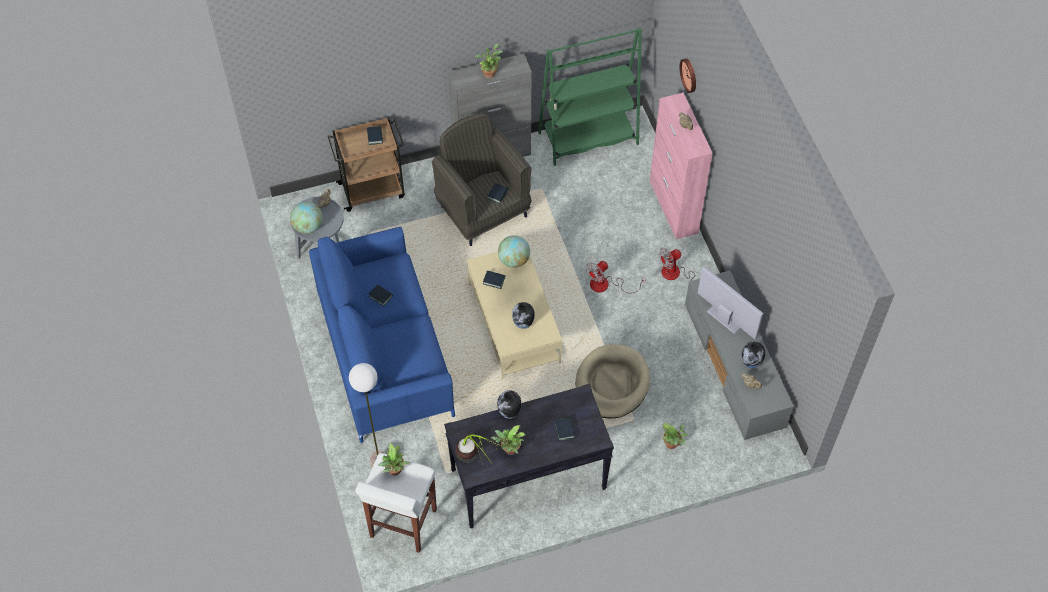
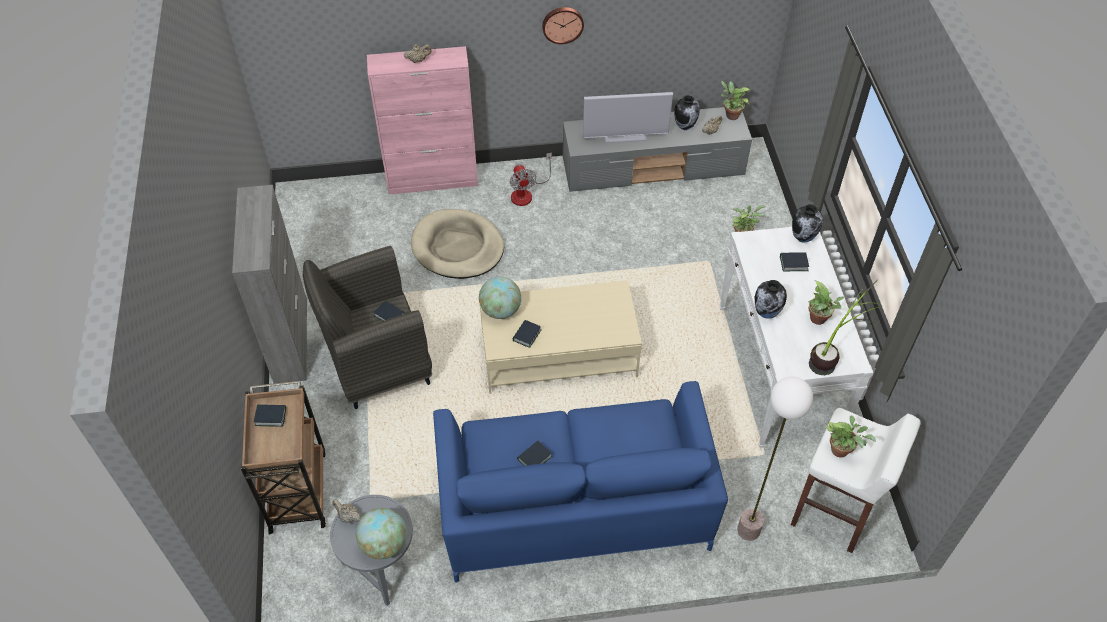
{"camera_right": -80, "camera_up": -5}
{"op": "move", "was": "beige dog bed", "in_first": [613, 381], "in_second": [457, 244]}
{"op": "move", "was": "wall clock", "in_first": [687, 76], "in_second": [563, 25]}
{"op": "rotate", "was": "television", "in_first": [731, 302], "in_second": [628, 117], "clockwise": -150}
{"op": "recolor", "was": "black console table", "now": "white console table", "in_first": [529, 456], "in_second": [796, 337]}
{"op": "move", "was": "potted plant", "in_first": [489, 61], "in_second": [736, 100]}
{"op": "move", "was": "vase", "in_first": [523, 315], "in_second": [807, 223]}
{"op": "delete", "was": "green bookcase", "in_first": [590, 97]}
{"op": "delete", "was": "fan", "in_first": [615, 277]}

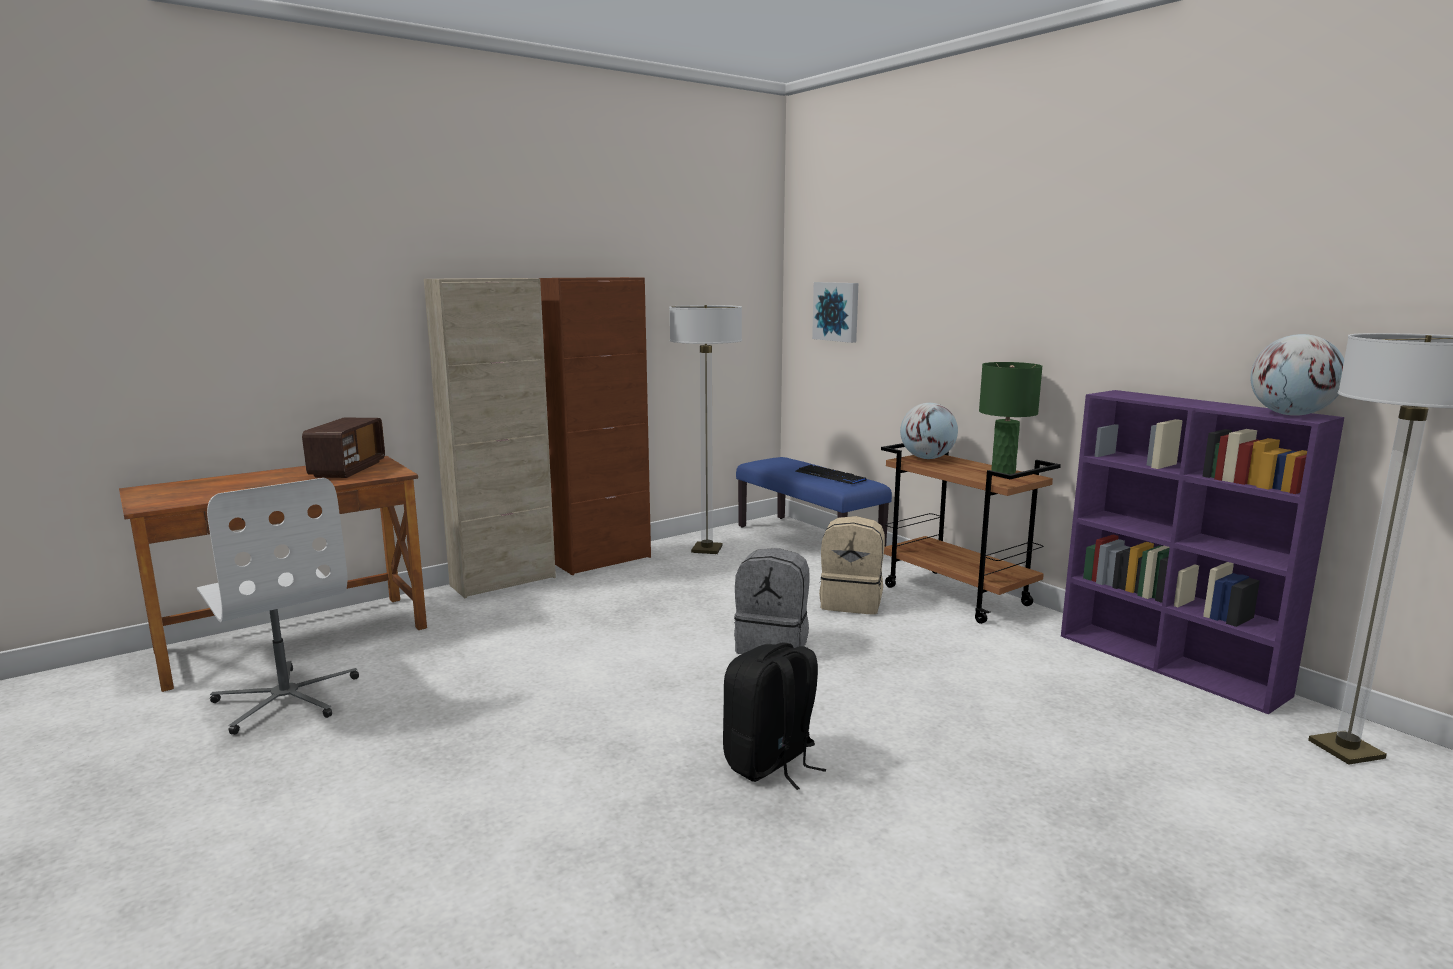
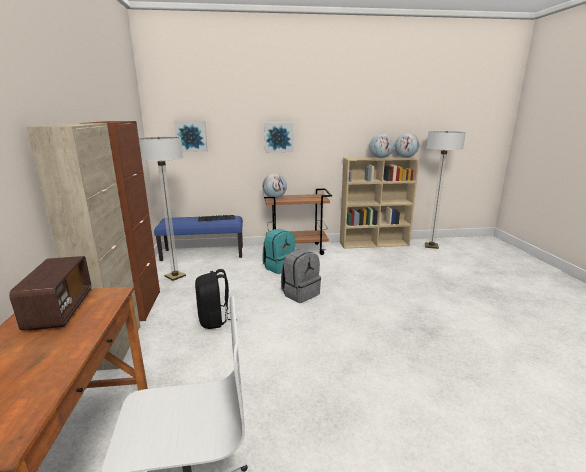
{"camera_right": -60, "camera_up": 5}
{"op": "rotate", "was": "radio", "in_first": [343, 447], "in_second": [50, 293], "clockwise": 45}
{"op": "move", "was": "black backpack", "in_first": [774, 716], "in_second": [216, 299]}
{"op": "recolor", "was": "beige backpack", "now": "turquoise backpack", "in_first": [852, 565], "in_second": [279, 251]}
{"op": "insert", "now": "picture", "in_second": [278, 137]}
{"op": "recolor", "was": "purple bookcase", "now": "beige bookcase", "in_first": [1202, 552], "in_second": [379, 203]}
{"op": "insert", "now": "globe", "in_second": [381, 145]}
{"op": "delete", "was": "green table lamp", "in_first": [1011, 418]}

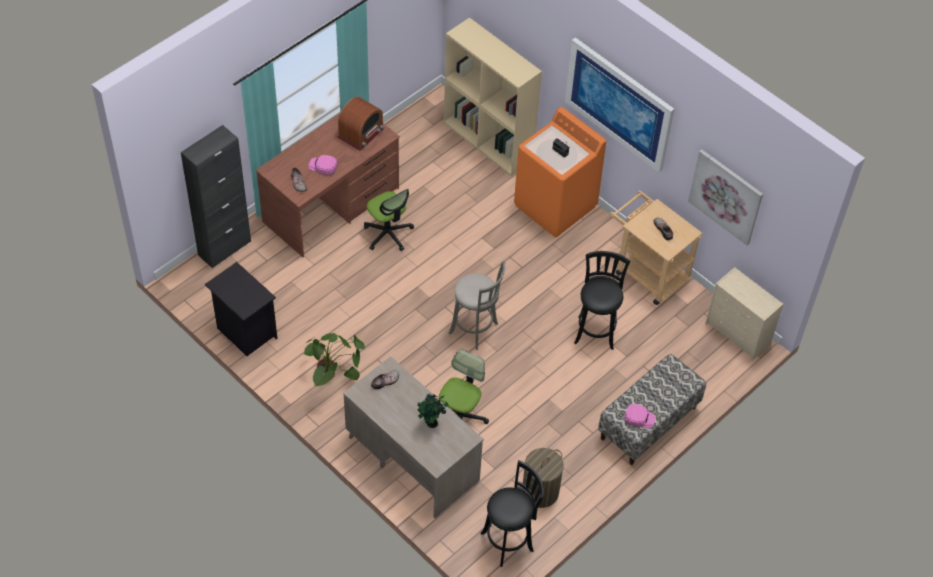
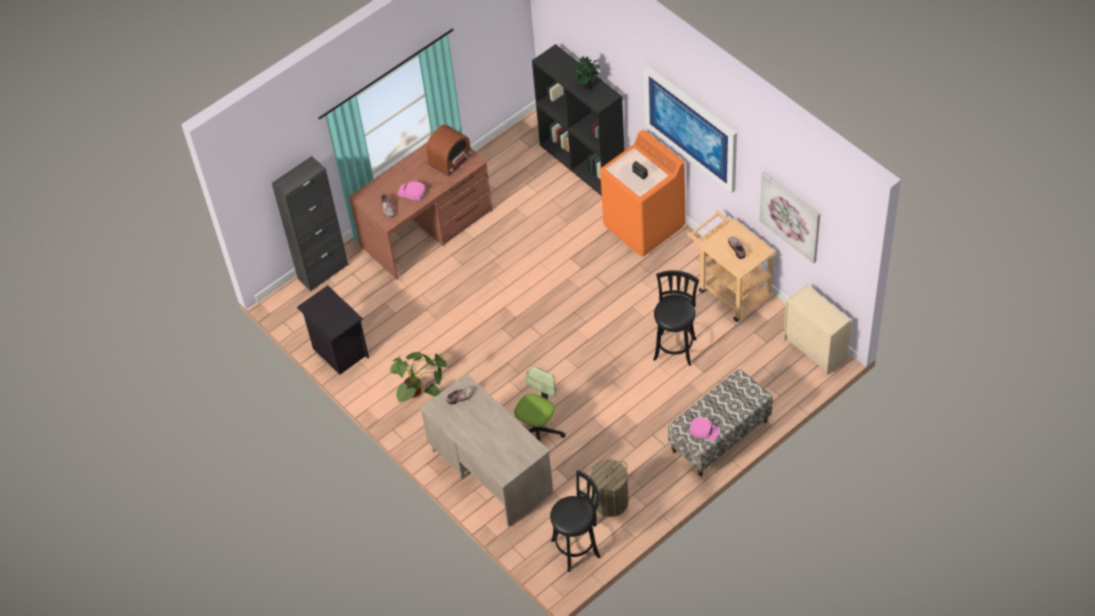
{"camera_right": 10, "camera_up": 0}
{"op": "recolor", "was": "beige bookcase", "now": "black bookcase", "in_first": [493, 96], "in_second": [578, 120]}
{"op": "move", "was": "potted plant", "in_first": [433, 411], "in_second": [587, 73]}
{"op": "delete", "was": "office chair", "in_first": [389, 220]}
{"op": "delete", "was": "grey stool", "in_first": [477, 305]}

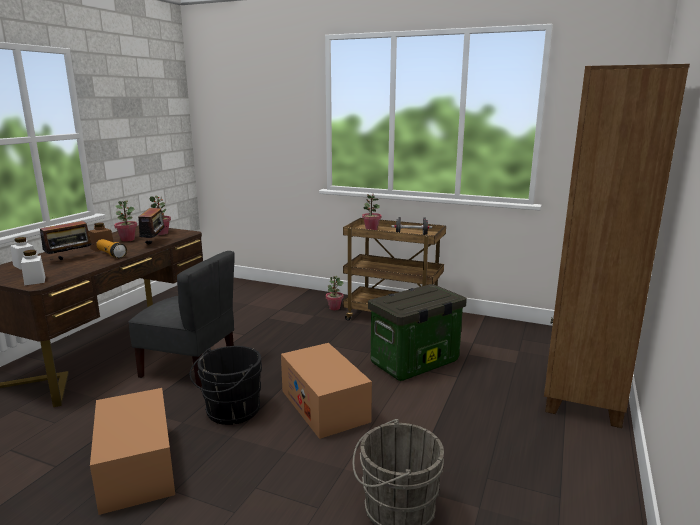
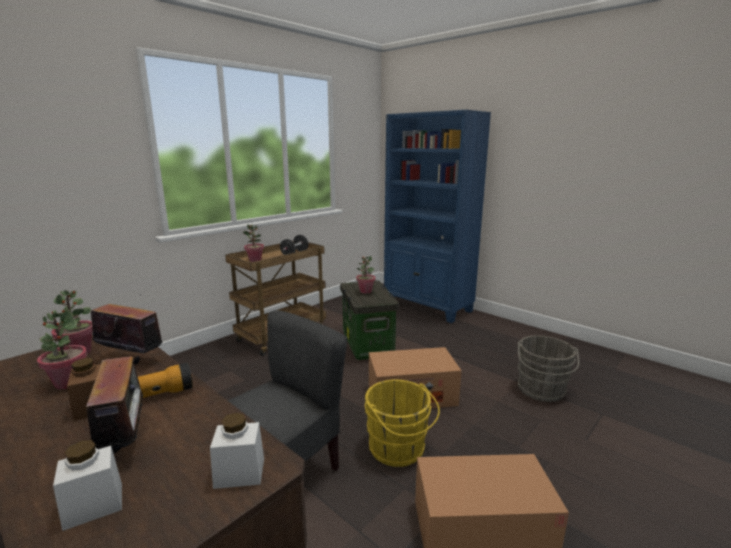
{"camera_right": -70, "camera_up": 0}
{"op": "move", "was": "potted plant", "in_first": [334, 293], "in_second": [365, 275]}
{"op": "recolor", "was": "black bucket", "now": "yellow bucket", "in_first": [225, 385], "in_second": [402, 423]}
{"op": "recolor", "was": "brown bookcase", "now": "blue bookcase", "in_first": [617, 246], "in_second": [437, 216]}

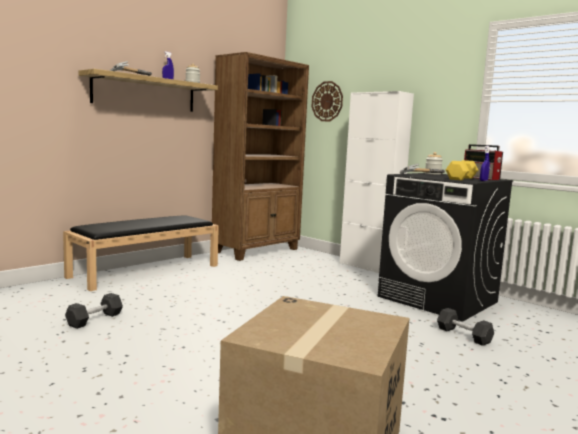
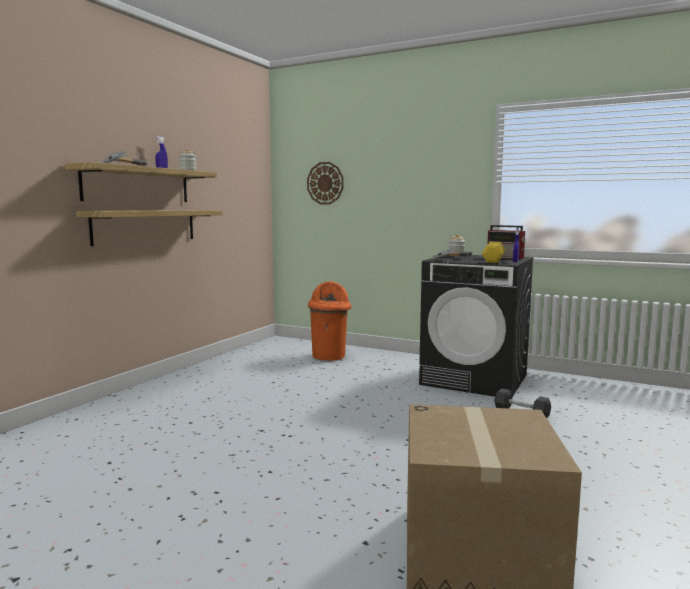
{"camera_right": -15, "camera_up": 0}
{"op": "insert", "now": "shelf", "in_second": [149, 228]}
{"op": "insert", "now": "orange trash can", "in_second": [330, 321]}
{"op": "delete", "was": "black bench", "in_first": [141, 253]}
{"op": "delete", "was": "grey dumbbell", "in_first": [94, 311]}
{"op": "delete", "was": "brown bookcase", "in_first": [260, 156]}
{"op": "delete", "was": "white cabinet", "in_first": [377, 182]}

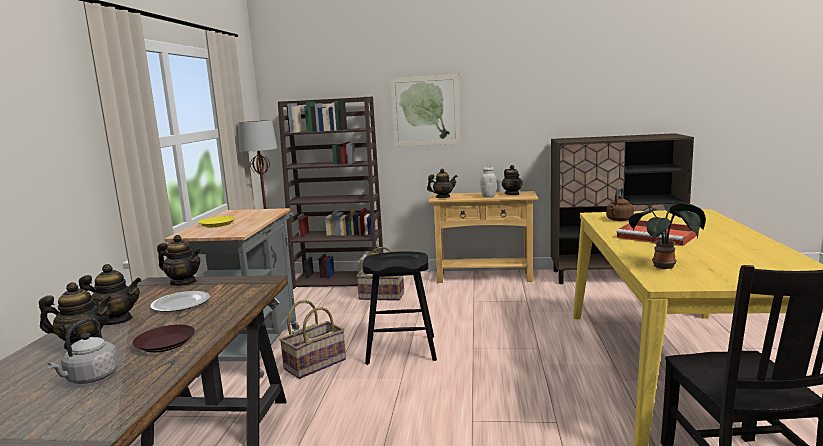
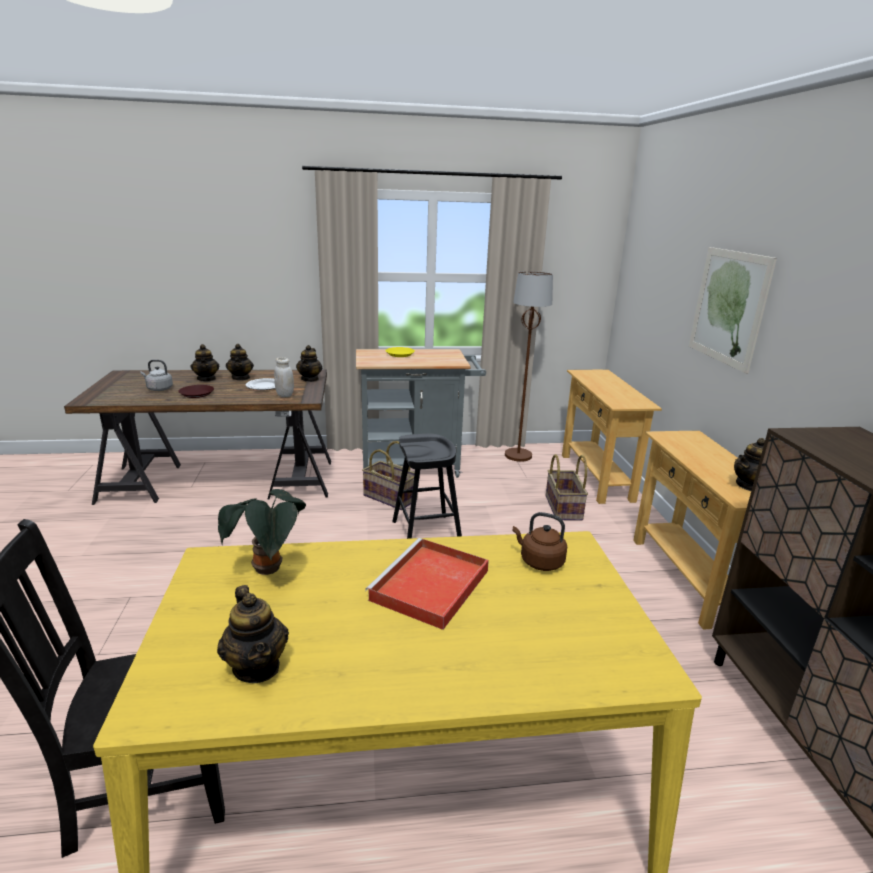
{"camera_right": 75, "camera_up": 10}
{"op": "move", "was": "teapot", "in_first": [442, 183], "in_second": [253, 634]}
{"op": "move", "was": "white jar", "in_first": [489, 182], "in_second": [284, 377]}
{"op": "replace", "was": "brown bookcase", "now": "beige console table", "in_first": [330, 193], "in_second": [612, 436]}

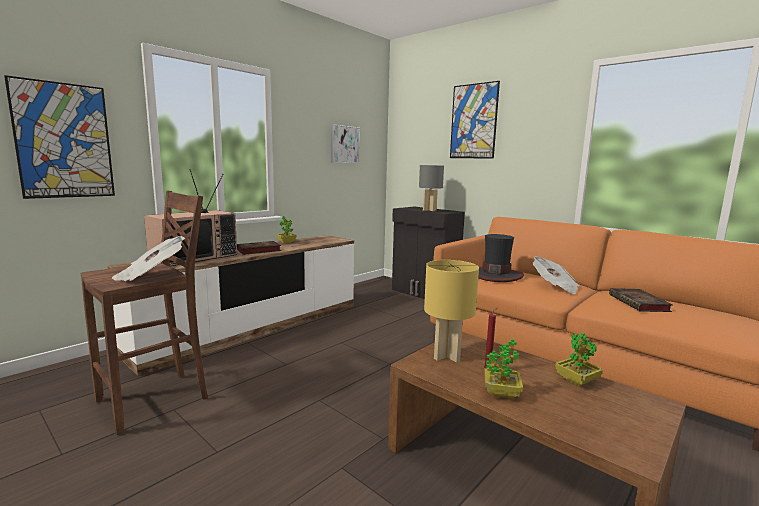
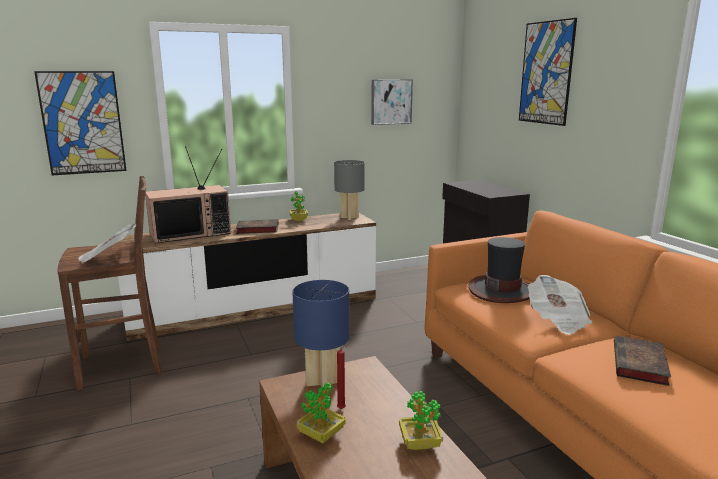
{"camera_right": 25, "camera_up": 5}
{"op": "recolor", "was": "yellow table lamp", "now": "blue table lamp", "in_first": [451, 311], "in_second": [321, 333]}
{"op": "move", "was": "grey table lamp", "in_first": [431, 188], "in_second": [349, 190]}

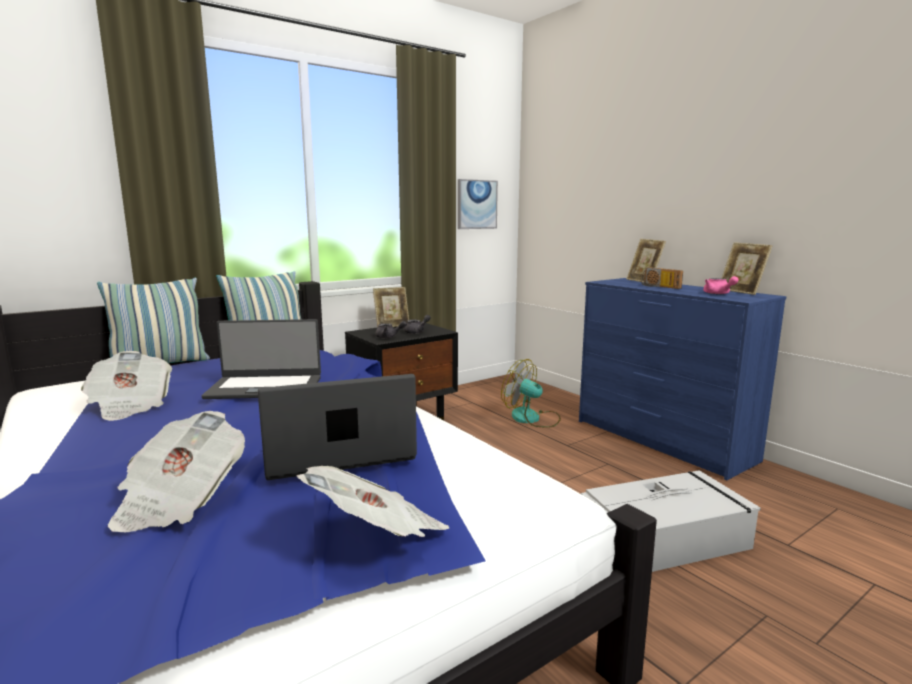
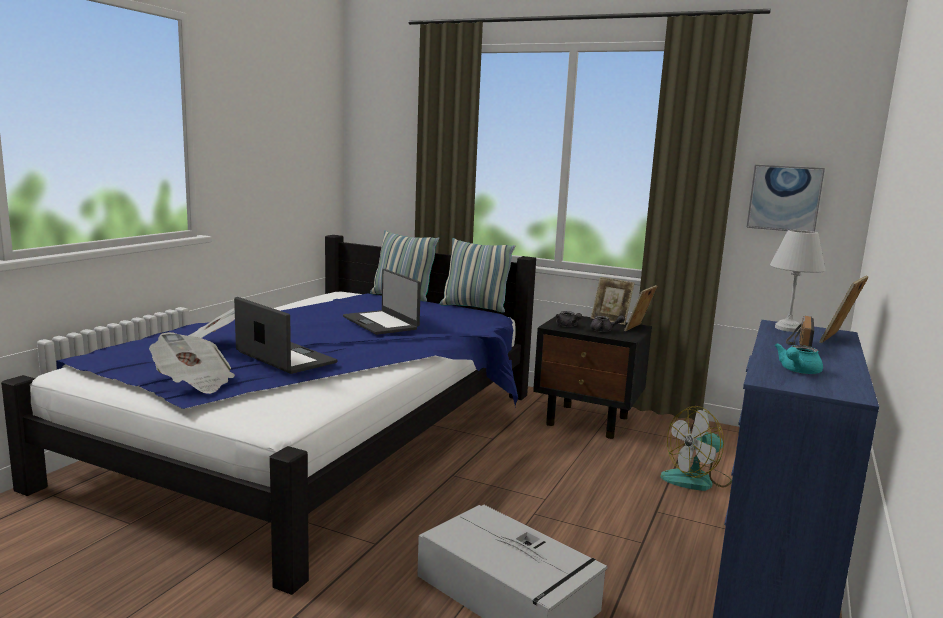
{"camera_right": 60, "camera_up": 0}
{"op": "move", "was": "picture frame", "in_first": [747, 268], "in_second": [640, 308]}
{"op": "rotate", "was": "fan", "in_first": [531, 393], "in_second": [696, 448], "clockwise": -120}
{"op": "insert", "now": "white table lamp", "in_second": [798, 281]}
{"op": "recolor", "was": "pink teapot", "now": "turquoise teapot", "in_first": [721, 285], "in_second": [799, 358]}
{"op": "delete", "was": "newspaper", "in_first": [126, 386]}

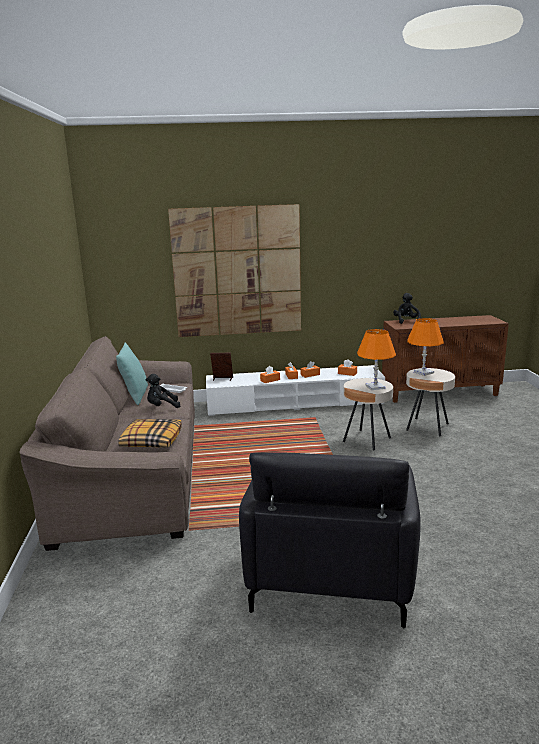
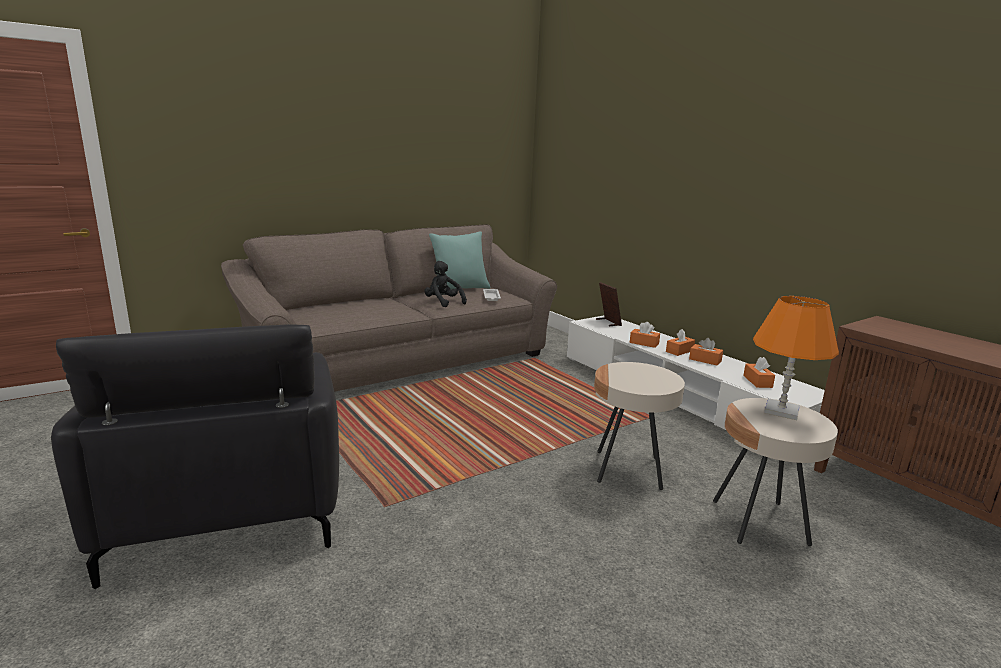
{"camera_right": 60, "camera_up": 0}
{"op": "rotate", "was": "black armchair", "in_first": [330, 540], "in_second": [195, 456], "clockwise": -90}
{"op": "delete", "was": "pillow", "in_first": [150, 433]}
{"op": "delete", "was": "picture", "in_first": [234, 270]}
{"op": "delete", "was": "orange table lamp", "in_first": [376, 359]}
{"op": "delete", "was": "black plush toy", "in_first": [407, 308]}

